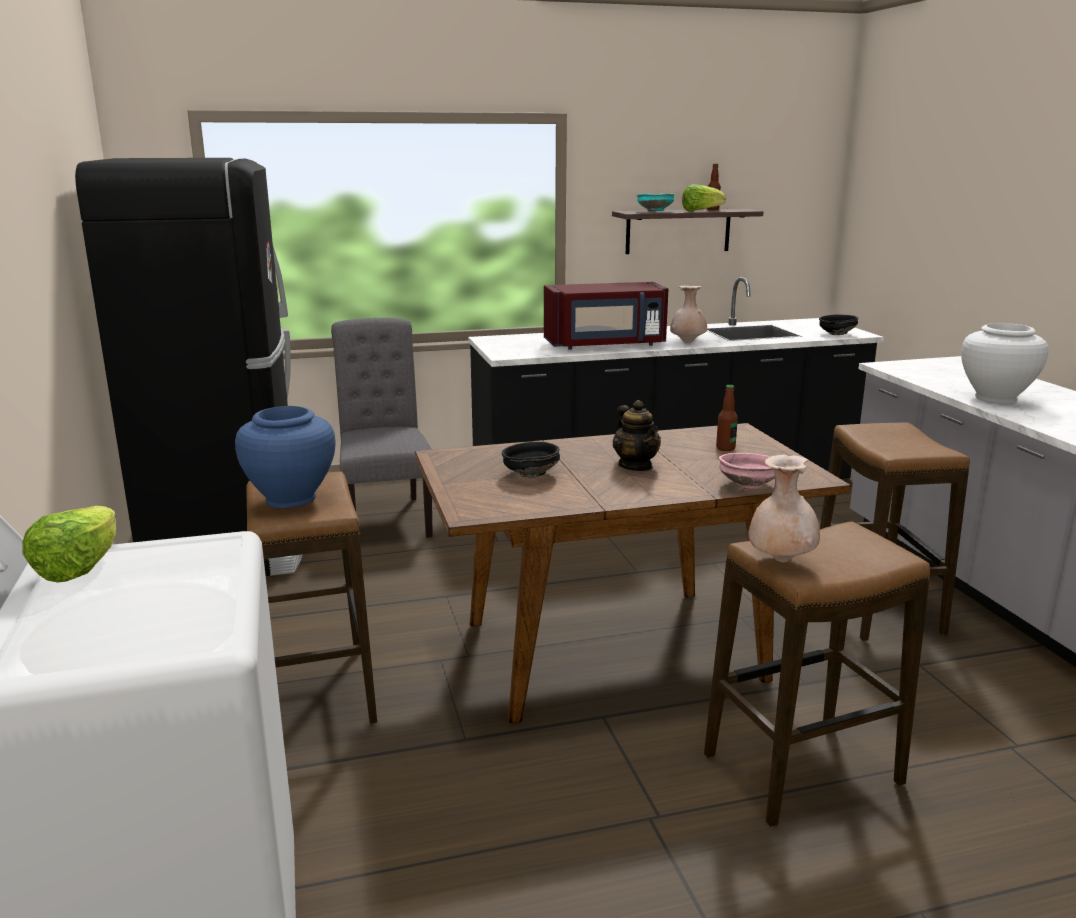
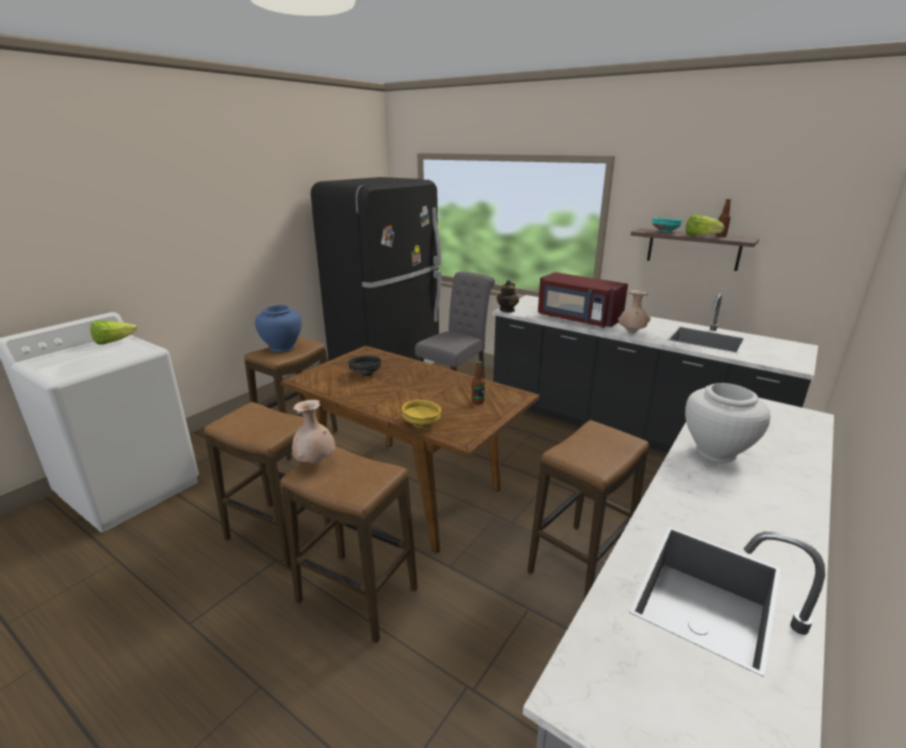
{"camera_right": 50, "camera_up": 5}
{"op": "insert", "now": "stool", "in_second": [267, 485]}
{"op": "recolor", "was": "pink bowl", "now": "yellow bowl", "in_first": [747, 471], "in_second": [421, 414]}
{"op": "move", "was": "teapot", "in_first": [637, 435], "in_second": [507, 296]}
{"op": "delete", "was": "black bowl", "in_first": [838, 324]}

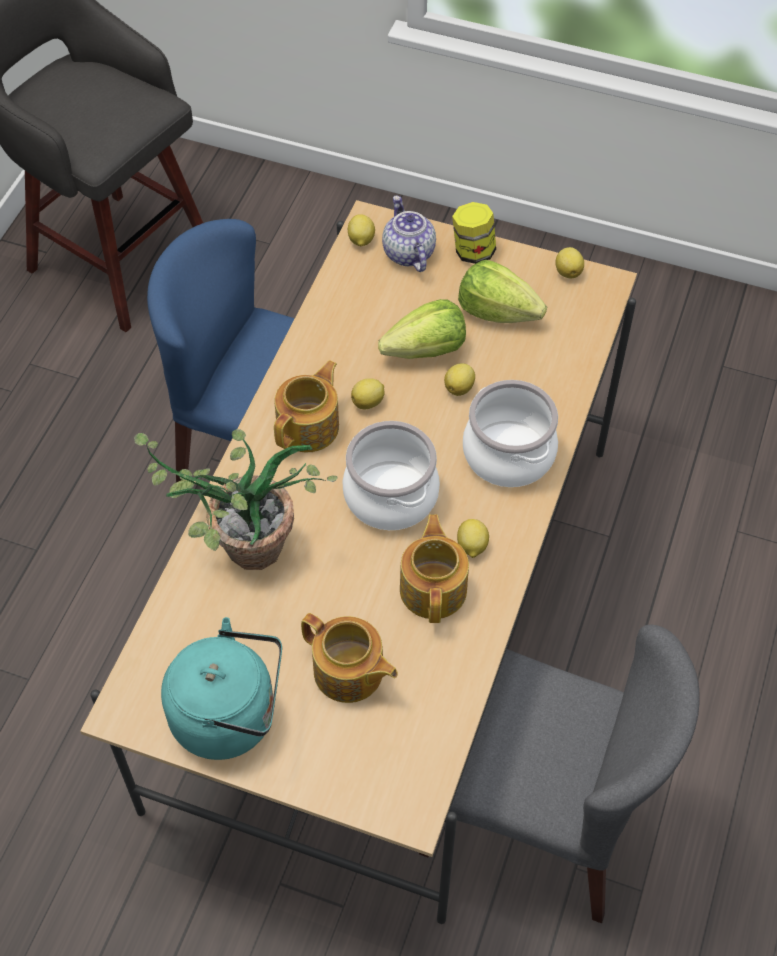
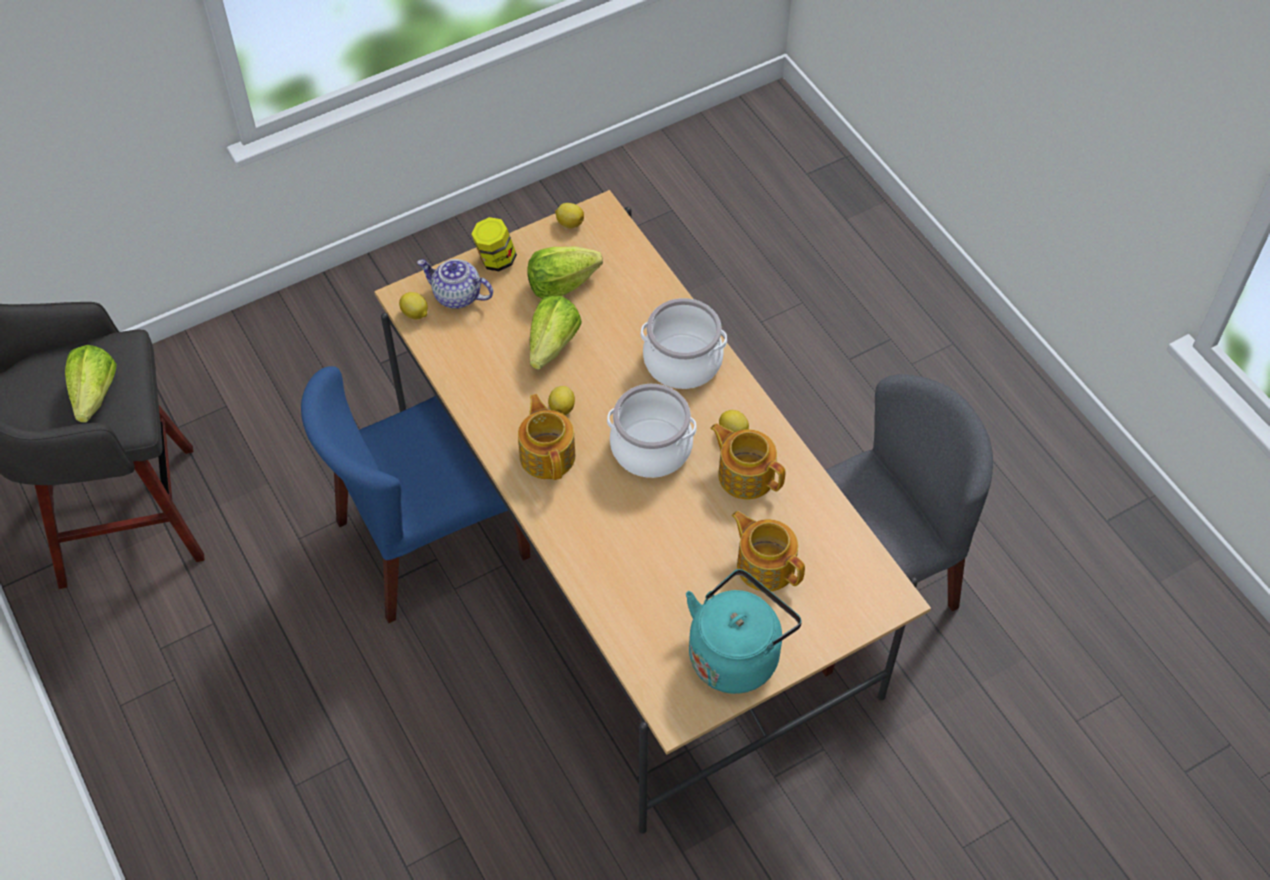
{"camera_right": -50, "camera_up": 0}
{"op": "insert", "now": "lettuce", "in_second": [91, 384]}
{"op": "rotate", "was": "teapot", "in_first": [349, 658], "in_second": [768, 551], "clockwise": -120}
{"op": "delete", "was": "potted plant", "in_first": [236, 499]}
{"op": "delete", "was": "lemon", "in_first": [459, 379]}

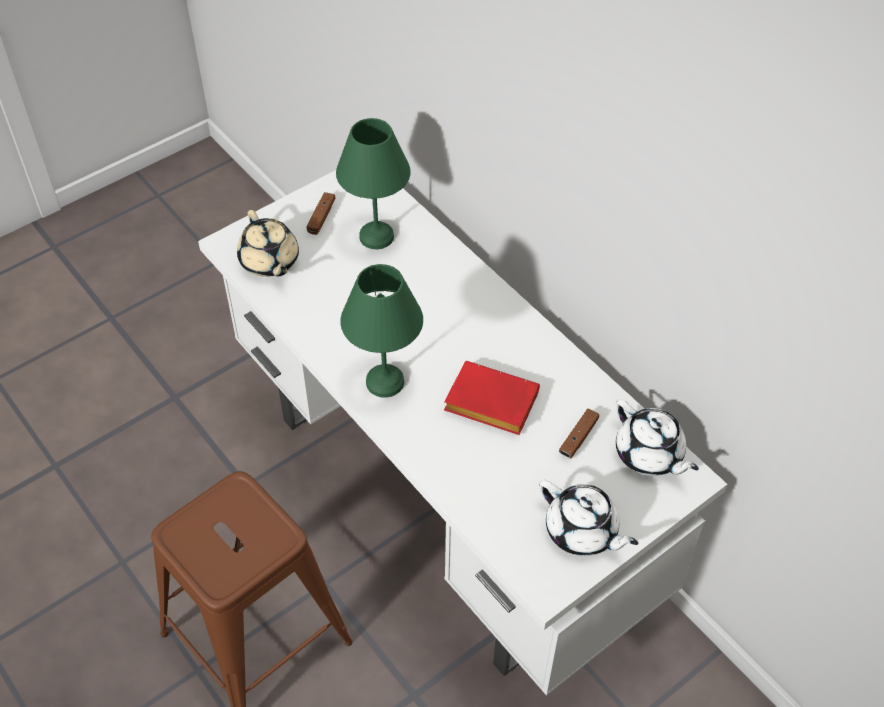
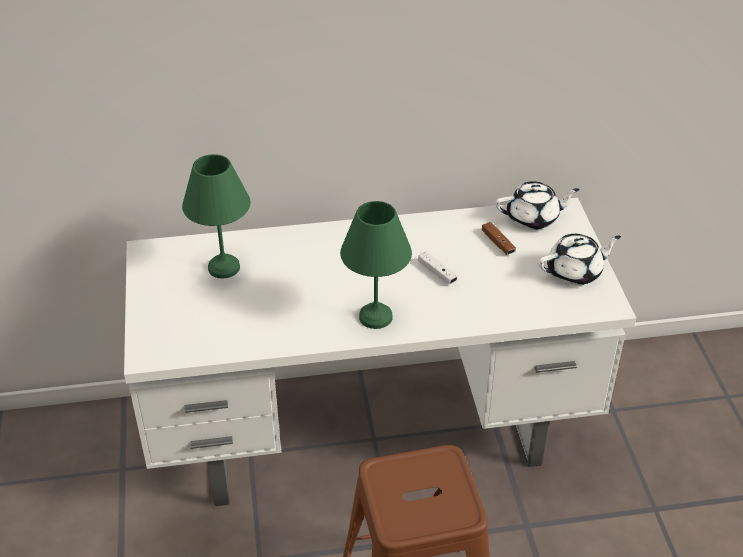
{"camera_right": -60, "camera_up": -10}
{"op": "replace", "was": "red book", "now": "white game controller", "in_first": [492, 398], "in_second": [438, 268]}
{"op": "delete", "was": "beige teapot", "in_first": [268, 243]}
{"op": "delete", "was": "brown game controller", "in_first": [321, 213]}

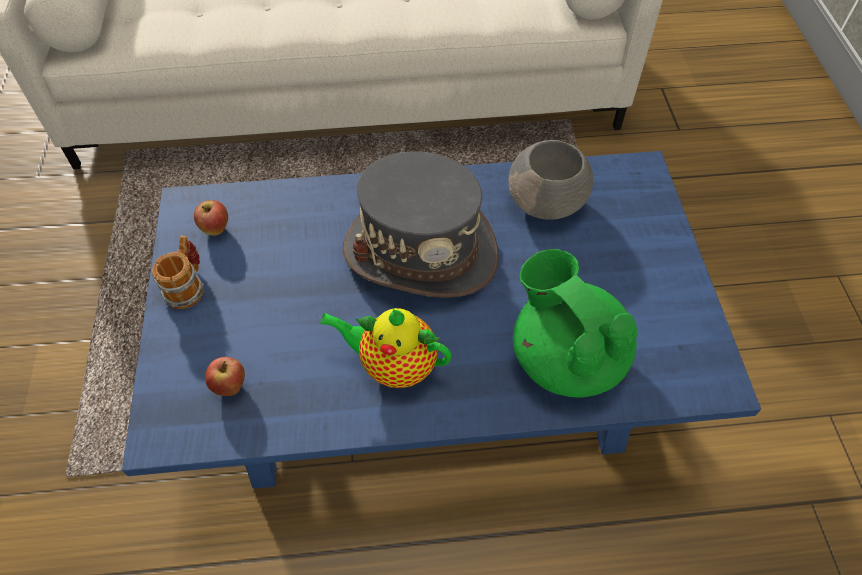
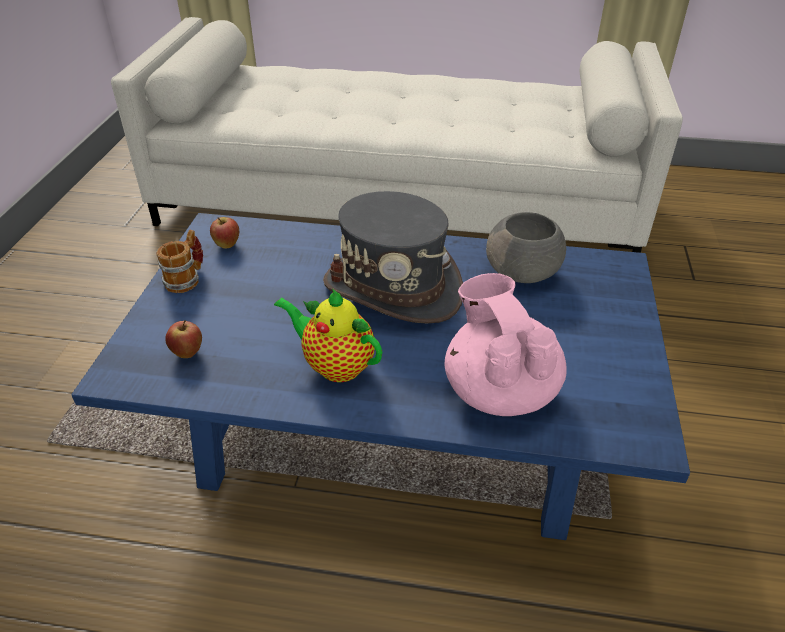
{"camera_right": 15, "camera_up": -15}
{"op": "recolor", "was": "green teapot", "now": "pink teapot", "in_first": [575, 323], "in_second": [506, 344]}

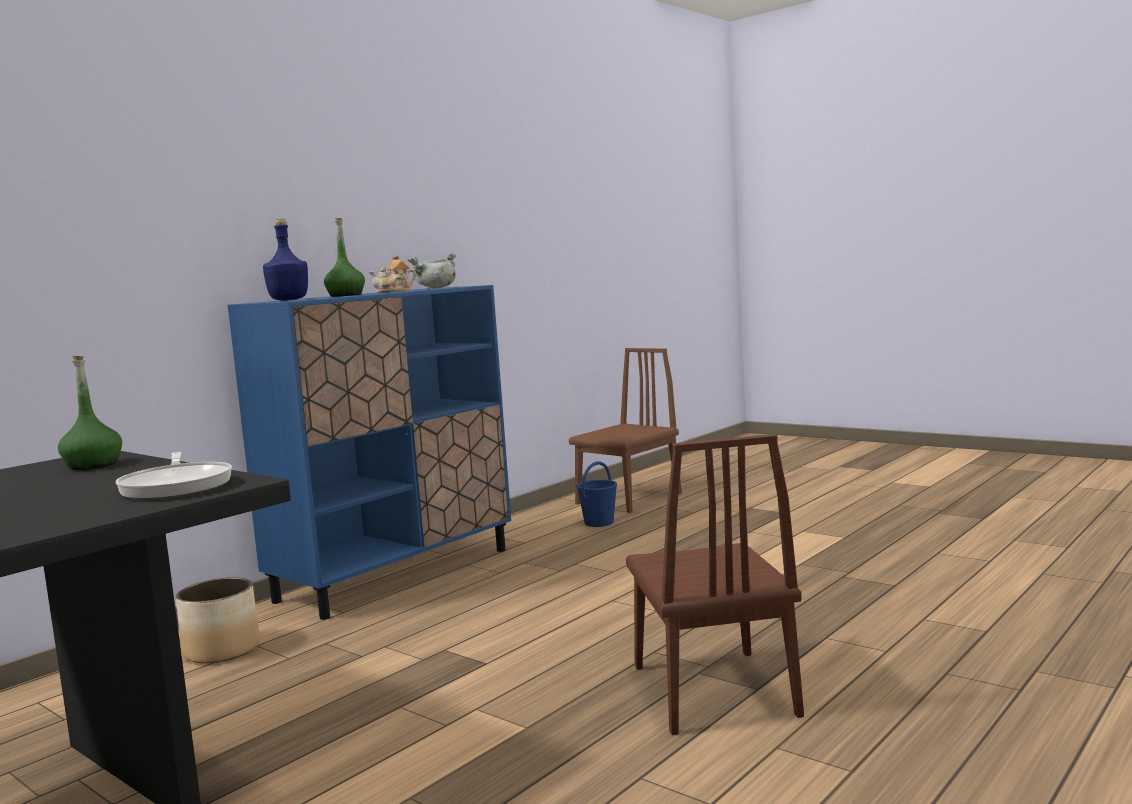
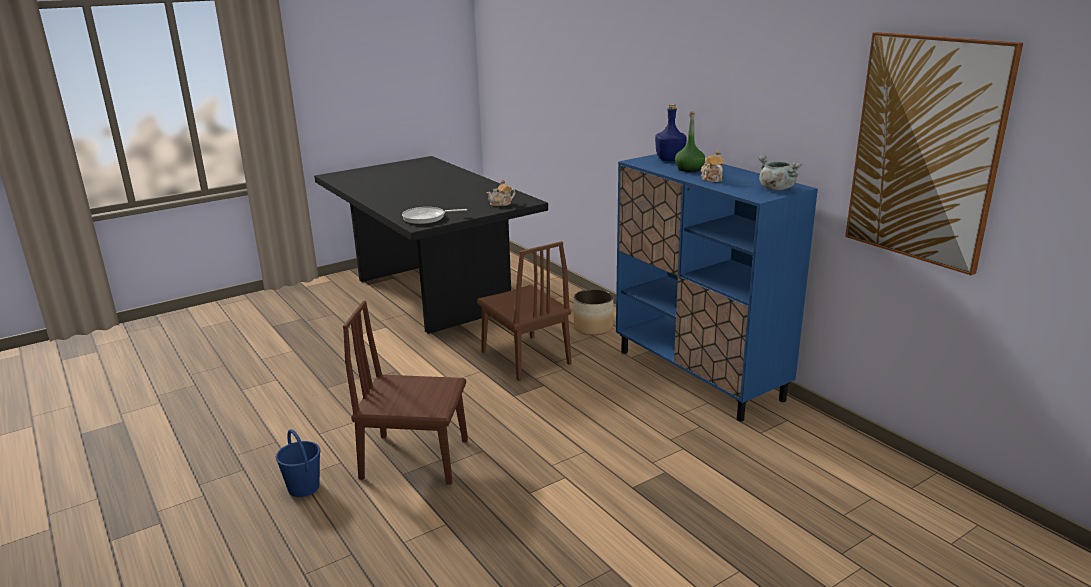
{"camera_right": 105, "camera_up": 15}
{"op": "move", "was": "blue bucket", "in_first": [597, 494], "in_second": [298, 463]}
{"op": "move", "was": "brown chair", "in_first": [625, 430], "in_second": [524, 311]}
{"op": "replace", "was": "green bottle", "now": "teapot", "in_first": [90, 413], "in_second": [501, 193]}
{"op": "insert", "now": "picture", "in_second": [934, 153]}

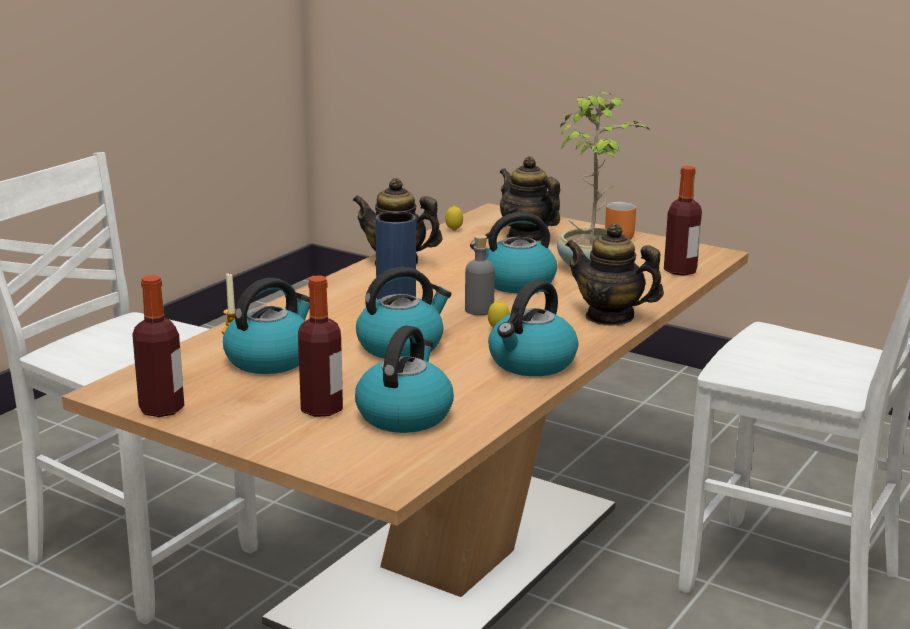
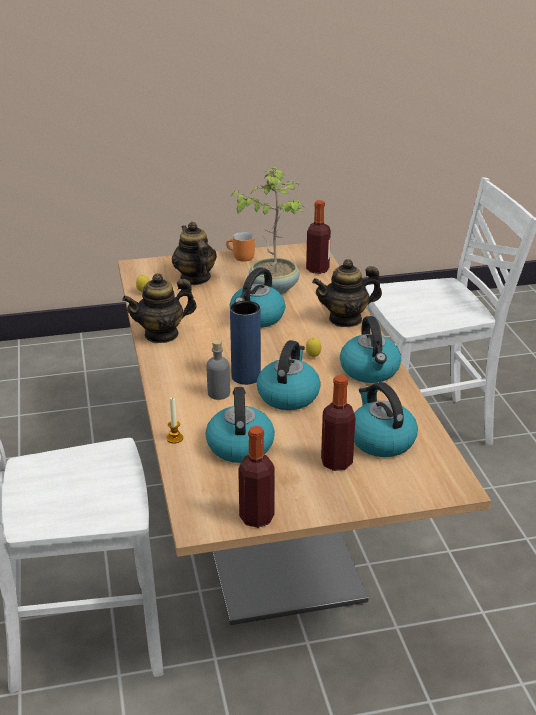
{"camera_right": -45, "camera_up": 10}
{"op": "rotate", "was": "teapot", "in_first": [530, 198], "in_second": [194, 253], "clockwise": 60}
{"op": "move", "was": "grey bottle", "in_first": [480, 275], "in_second": [218, 369]}

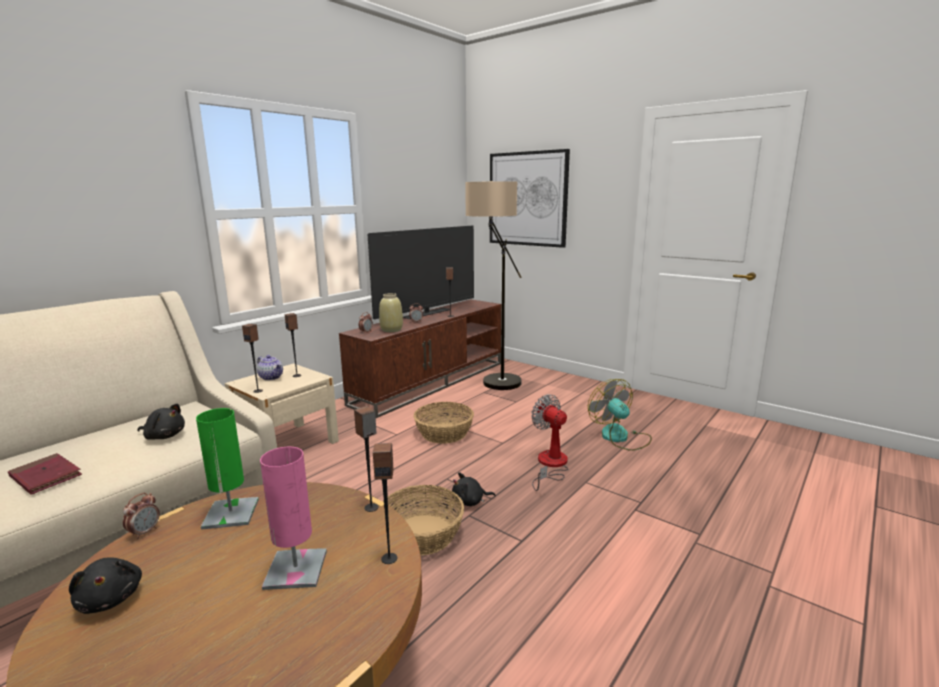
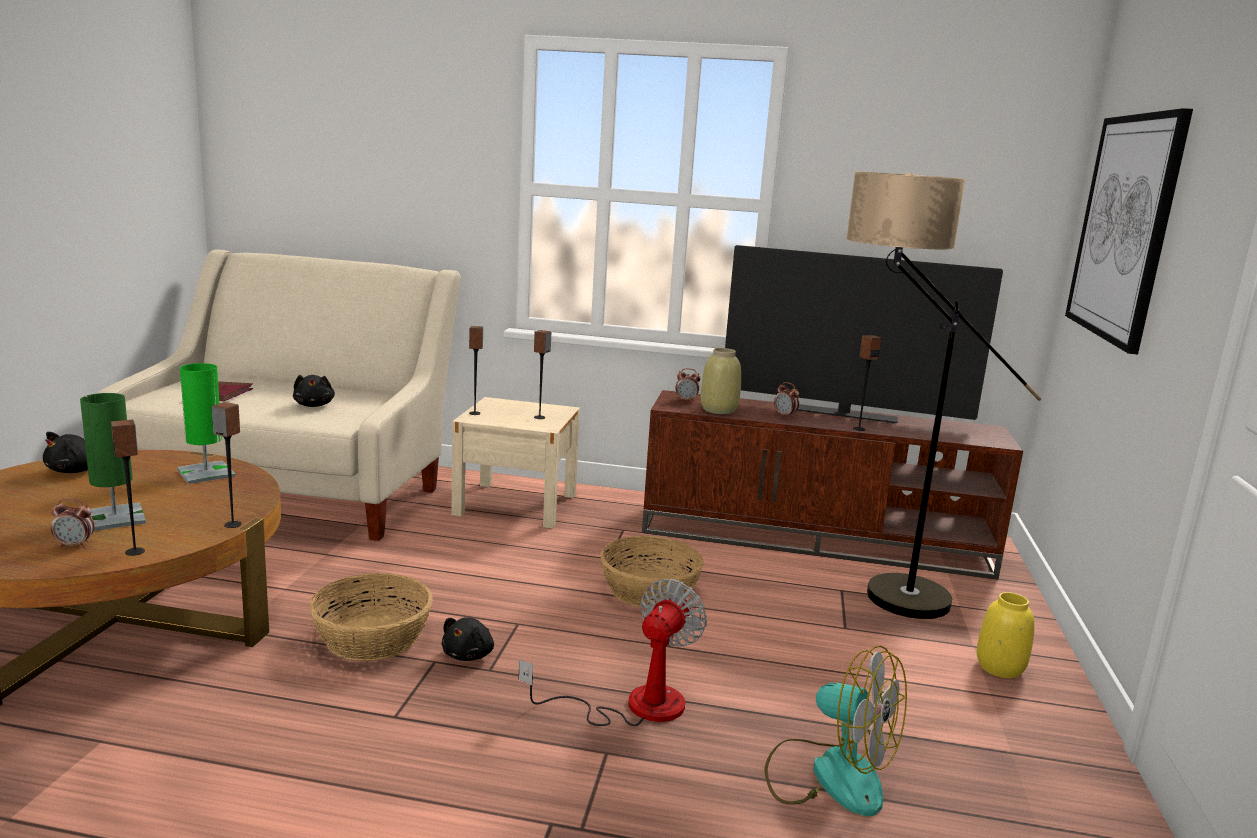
{"camera_right": 60, "camera_up": 0}
{"op": "move", "was": "alarm clock", "in_first": [141, 516], "in_second": [73, 523]}
{"op": "recolor", "was": "pink table lamp", "now": "green table lamp", "in_first": [293, 518], "in_second": [113, 462]}
{"op": "rotate", "was": "black plush toy", "in_first": [474, 489], "in_second": [468, 639], "clockwise": -120}
{"op": "rotate", "was": "fan", "in_first": [620, 415], "in_second": [836, 730], "clockwise": 90}
{"op": "insert", "now": "yellow vase", "in_second": [1006, 635]}
{"op": "delete", "was": "teapot", "in_first": [270, 368]}

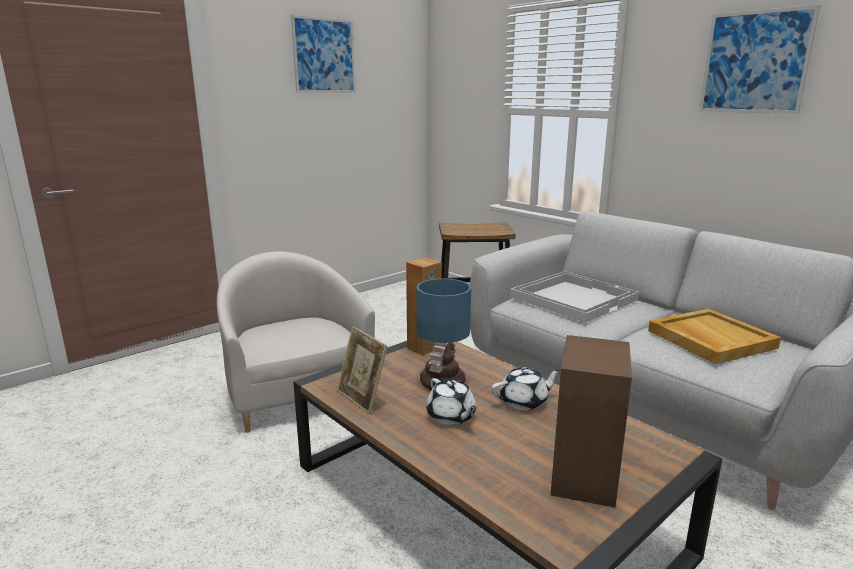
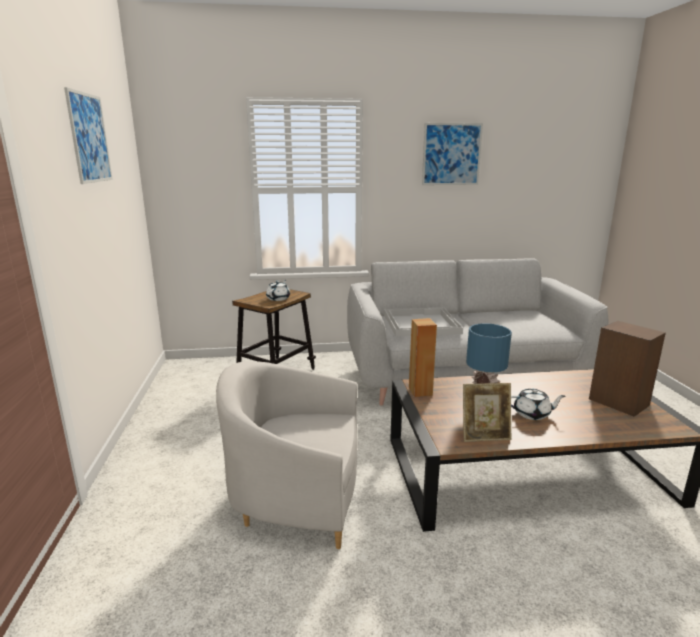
{"camera_right": -55, "camera_up": 0}
{"op": "move", "was": "white teapot", "in_first": [526, 388], "in_second": [278, 290]}
{"op": "delete", "was": "beige tray", "in_first": [714, 336]}

